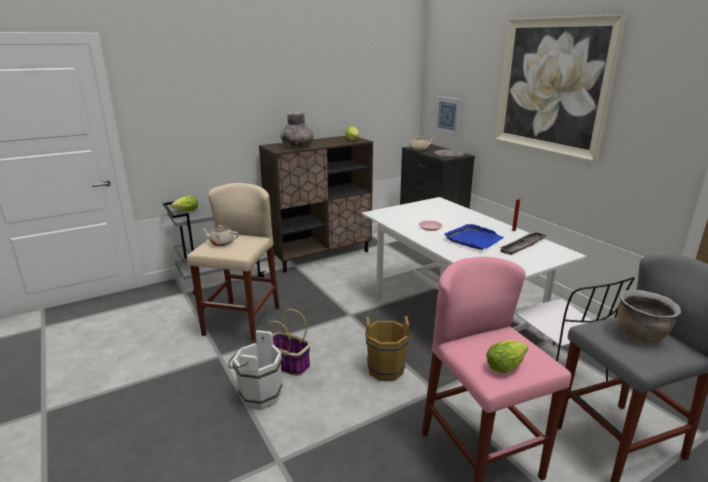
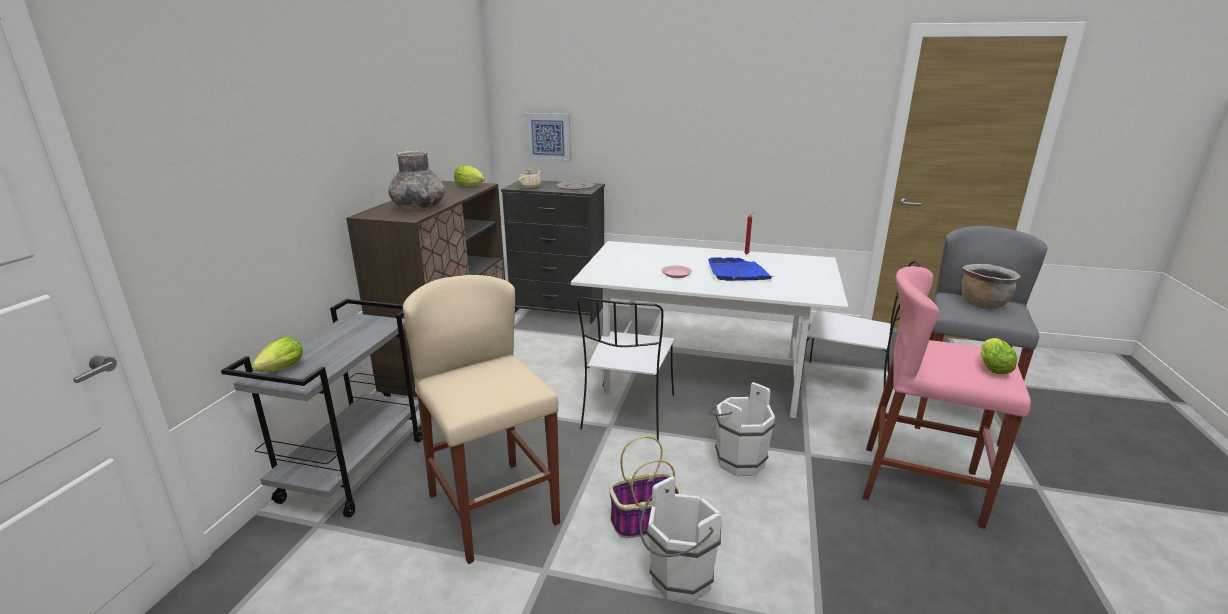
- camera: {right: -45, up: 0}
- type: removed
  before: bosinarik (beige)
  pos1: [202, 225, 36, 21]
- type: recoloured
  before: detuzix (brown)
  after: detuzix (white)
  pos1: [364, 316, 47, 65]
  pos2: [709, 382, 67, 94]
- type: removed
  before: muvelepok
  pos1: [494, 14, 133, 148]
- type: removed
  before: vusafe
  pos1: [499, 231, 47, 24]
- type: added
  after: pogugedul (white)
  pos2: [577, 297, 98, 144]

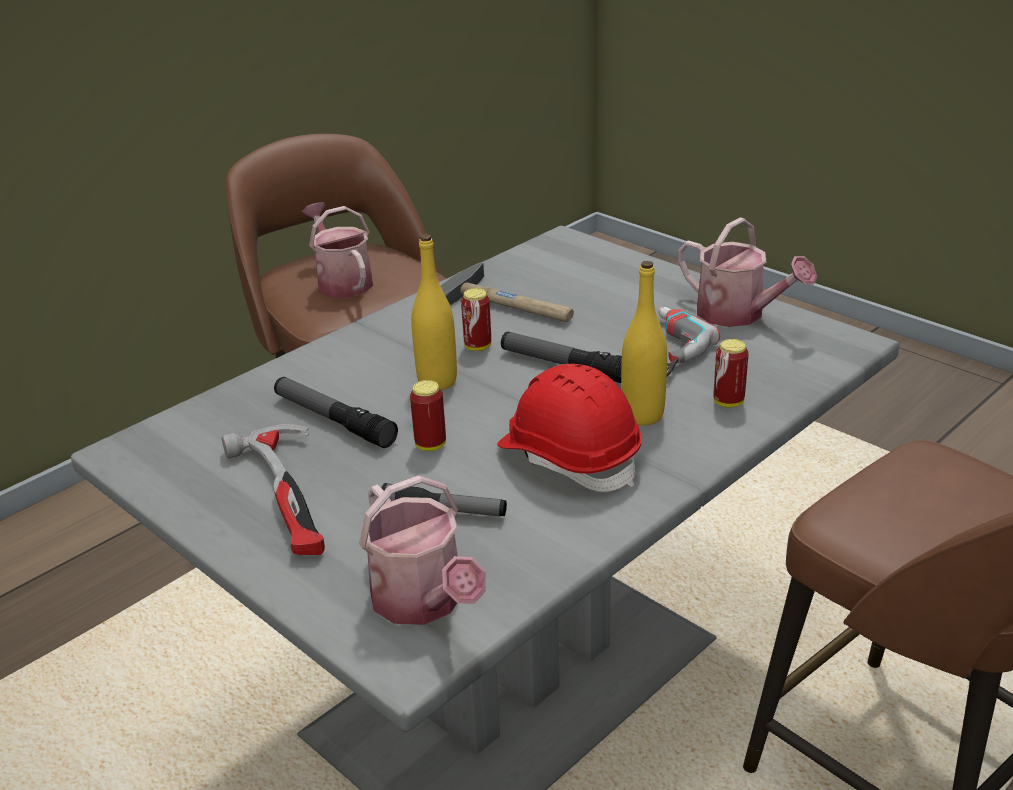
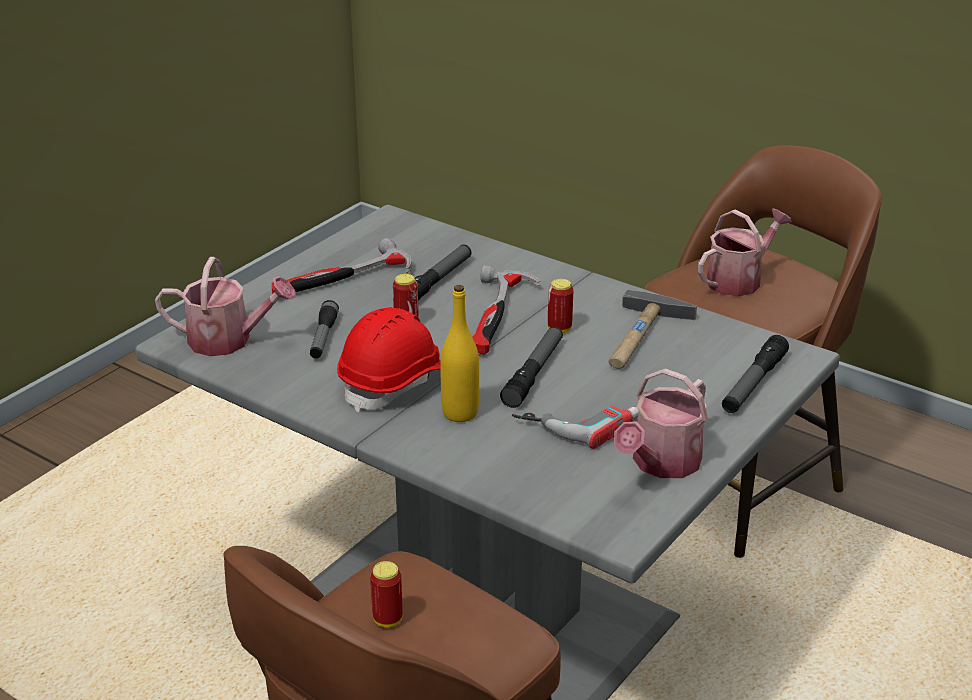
- camera: {right: 80, up: 0}
- type: turned
  before: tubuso
  pos1: [359, 475, 127, 150]
  pos2: [155, 257, 141, 99]
  turn: -135
- type: replaced
  before: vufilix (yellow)
  after: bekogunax
  pos1: [411, 234, 46, 156]
  pos2: [472, 265, 69, 90]
- type: moved
  before: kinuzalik
  pos1: [713, 339, 36, 69]
  pos2: [370, 561, 33, 66]
- type: added
  after: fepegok
  pos2: [722, 335, 67, 78]

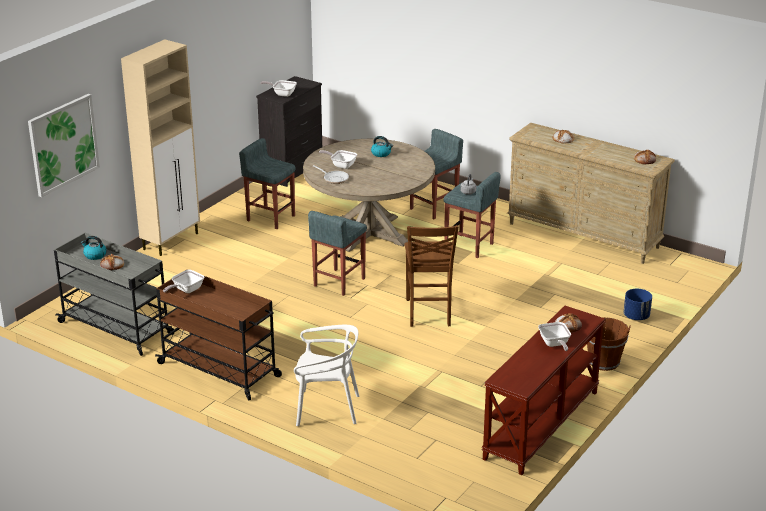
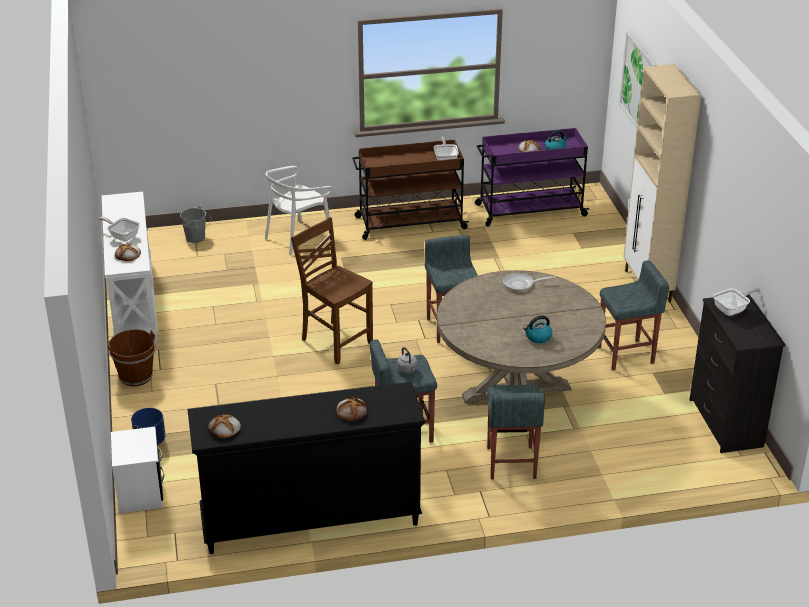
- camera: {right: 135, up: 5}
- type: recoloured
  before: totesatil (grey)
  after: totesatil (purple)
  pos1: [54, 233, 120, 123]
  pos2: [475, 128, 115, 98]
- type: removed
  before: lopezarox
  pos1: [319, 150, 38, 19]
- type: recoloured
  before: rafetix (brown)
  after: rafetix (white)
  pos1: [482, 306, 123, 169]
  pos2: [102, 192, 56, 151]
- type: recoloured
  before: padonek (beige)
  after: padonek (black)
  pos1: [507, 123, 168, 141]
  pos2: [187, 382, 238, 172]
- type: added
  after: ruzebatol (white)
  pos2: [111, 427, 53, 86]
- type: added
  after: detuzix (grey)
  pos2: [180, 205, 31, 38]

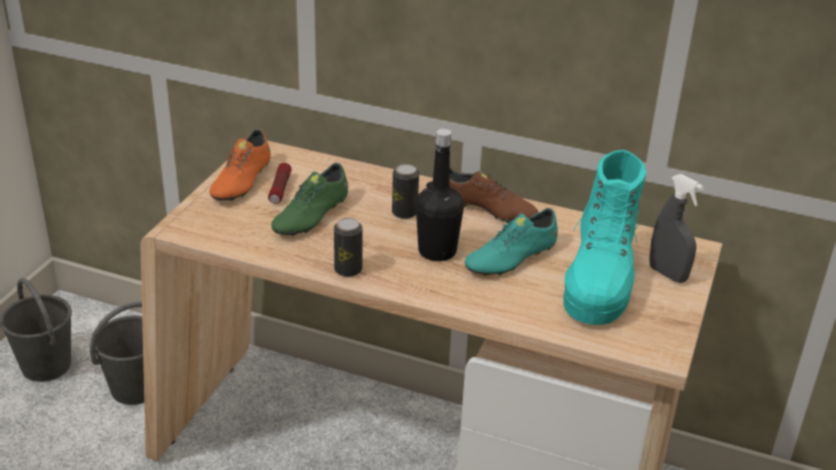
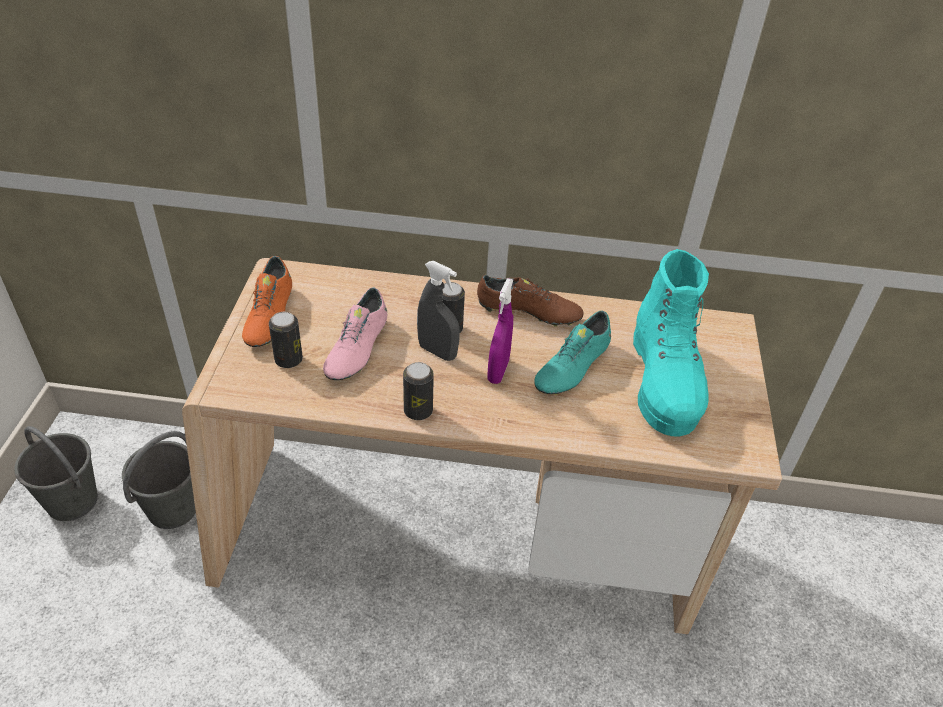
- camera: {right: -15, up: 10}
- type: removed
  before: fepegok
  pos1: [268, 163, 24, 41]
- type: recoloured
  before: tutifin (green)
  after: tutifin (pink)
  pos1: [271, 163, 77, 73]
  pos2: [323, 287, 64, 93]
- type: replaced
  before: vufilix (black)
  after: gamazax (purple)
  pos1: [416, 129, 48, 132]
  pos2: [487, 278, 26, 106]
- type: moved
  before: gamazax (grey)
  pos1: [649, 174, 55, 109]
  pos2: [417, 261, 43, 100]
- type: added
  after: kinuzalik
  pos2: [269, 312, 34, 56]

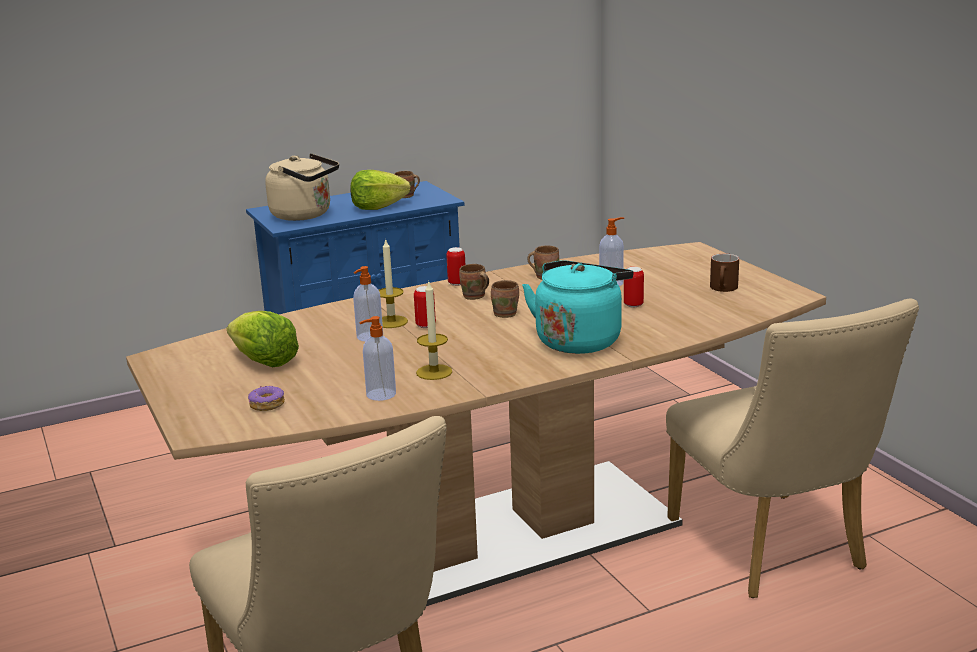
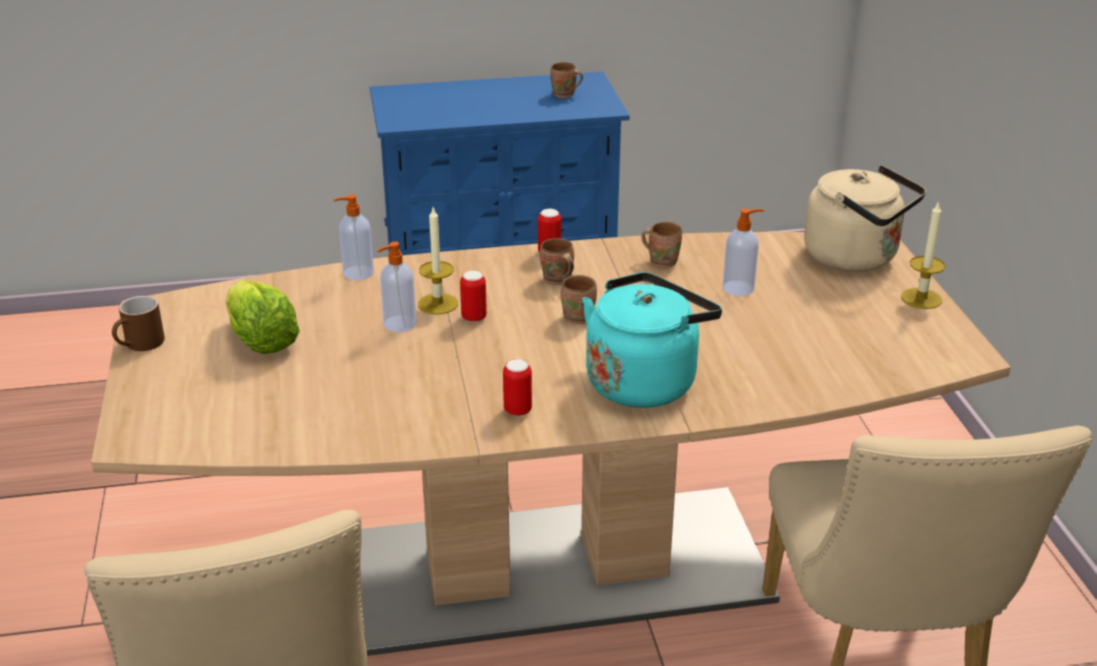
- camera: {right: 15, up: 10}
- type: removed
  before: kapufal
  pos1: [248, 386, 37, 25]
- type: moved
  before: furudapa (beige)
  pos1: [265, 153, 74, 68]
  pos2: [804, 165, 122, 107]
- type: removed
  before: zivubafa
  pos1: [350, 170, 61, 40]
- type: moved
  before: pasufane
  pos1: [359, 316, 37, 85]
  pos2: [333, 194, 41, 86]
- type: moved
  before: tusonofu
  pos1: [416, 282, 36, 98]
  pos2: [901, 201, 44, 108]
- type: moved
  before: kinuzalik
  pos1: [624, 267, 20, 40]
  pos2: [503, 359, 29, 57]
- type: moved
  before: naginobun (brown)
  pos1: [710, 254, 29, 38]
  pos2: [112, 296, 53, 55]

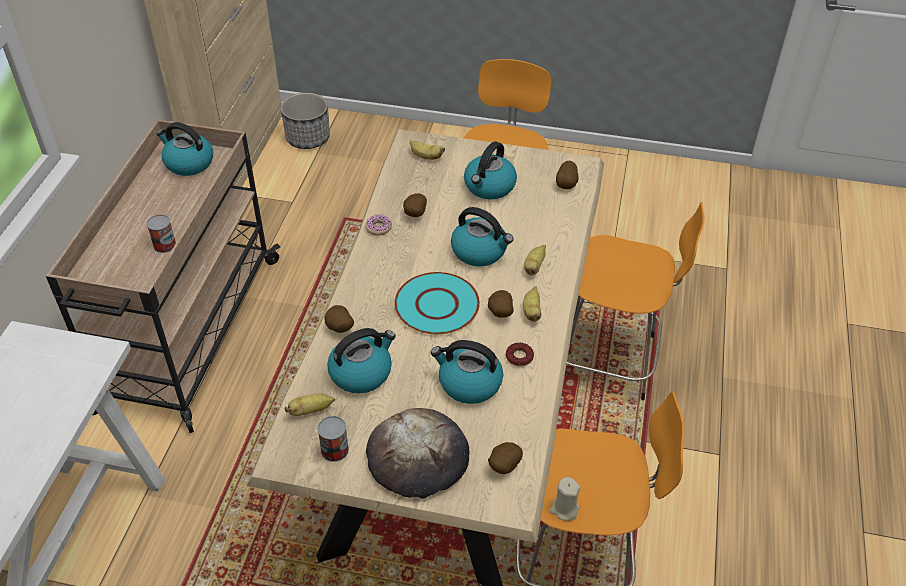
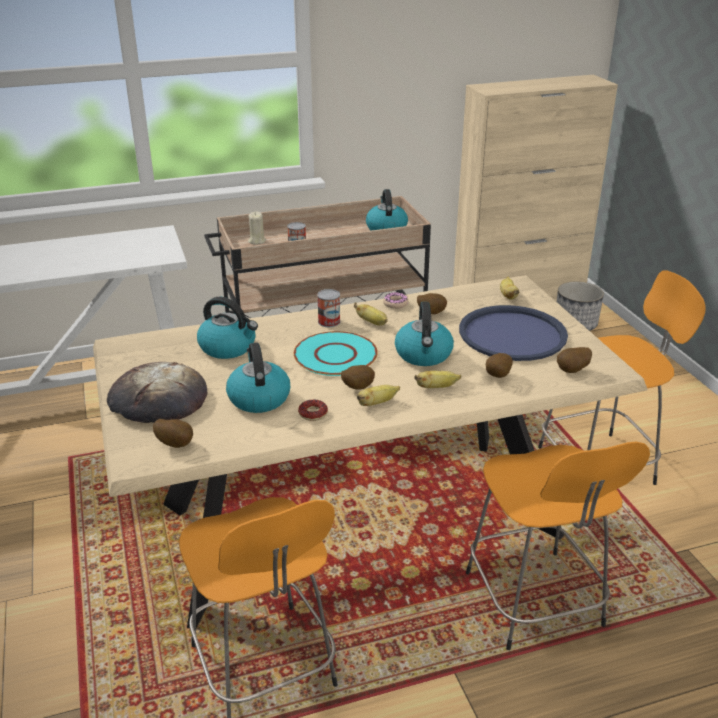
- camera: {right: 60, up: -15}
- type: moved
  before: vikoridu
  pos1: [285, 393, 50, 23]
  pos2: [354, 302, 34, 24]
- type: moved
  before: kinuzalik
  pos1: [317, 416, 32, 46]
  pos2: [317, 289, 23, 38]
- type: moved
  before: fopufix
  pos1: [324, 305, 30, 28]
  pos2: [486, 353, 27, 25]
- type: replaced
  before: furudapa
  after: vusafe (blue)
  pos1: [464, 141, 53, 59]
  pos2: [459, 305, 109, 56]
- type: moved
  before: tusonofu (beige)
  pos1: [550, 477, 31, 44]
  pos2: [248, 212, 18, 32]

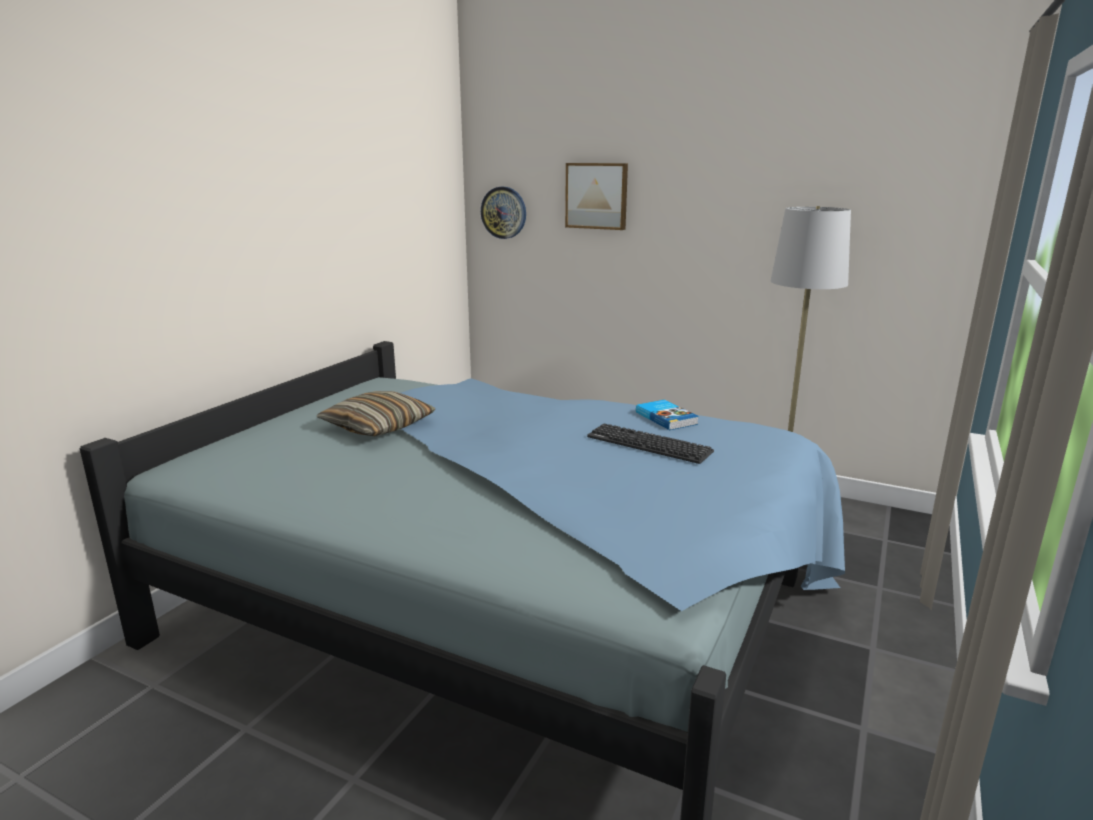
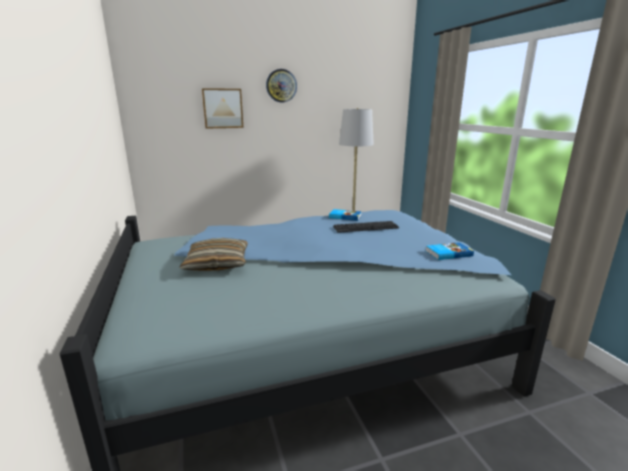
- camera: {right: -45, up: 0}
- type: moved
  before: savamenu
  pos1: [481, 187, 45, 52]
  pos2: [266, 69, 31, 33]
- type: added
  after: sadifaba
  pos2: [426, 242, 48, 18]

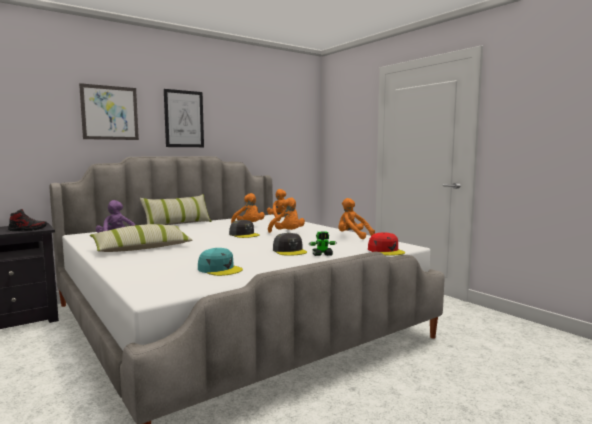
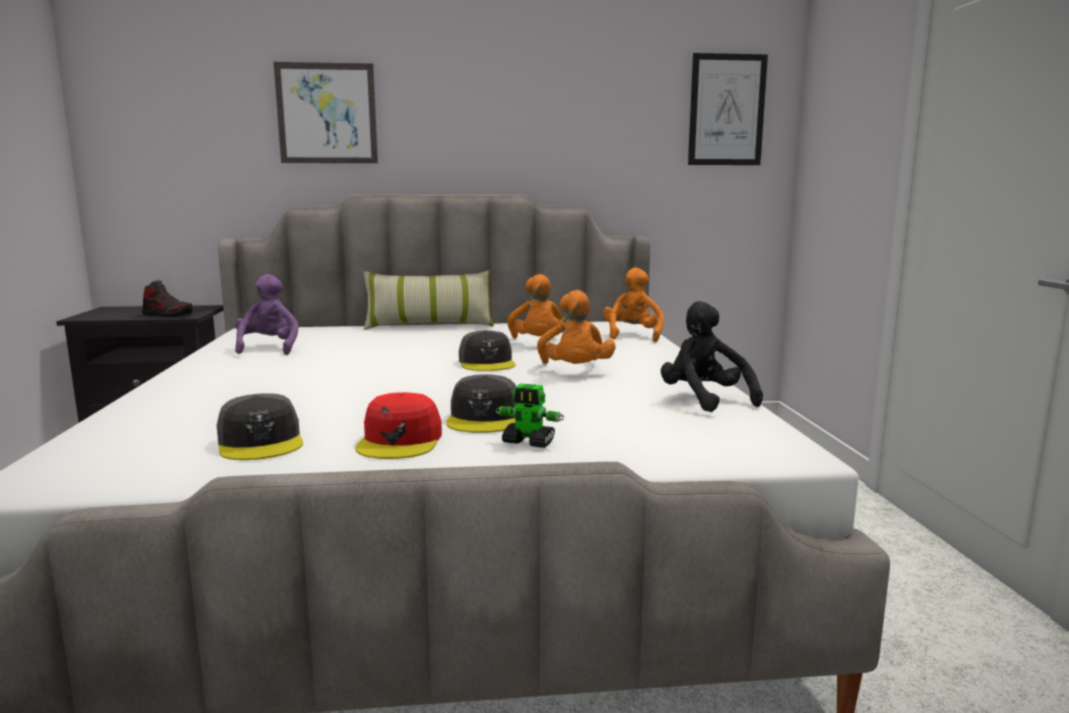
- camera: {right: 30, up: 5}
- type: removed
  before: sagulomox
  pos1: [90, 224, 103, 28]
- type: moved
  before: muvelepok
  pos1: [164, 89, 40, 58]
  pos2: [688, 53, 80, 112]
- type: recoloured
  before: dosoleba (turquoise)
  after: dosoleba (grey)
  pos1: [198, 248, 45, 28]
  pos2: [217, 393, 86, 67]
- type: recoloured
  before: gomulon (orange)
  after: gomulon (black)
  pos1: [339, 198, 36, 41]
  pos2: [661, 301, 102, 111]
- type: moved
  before: dosoleba (red)
  pos1: [368, 232, 37, 24]
  pos2: [355, 392, 87, 67]

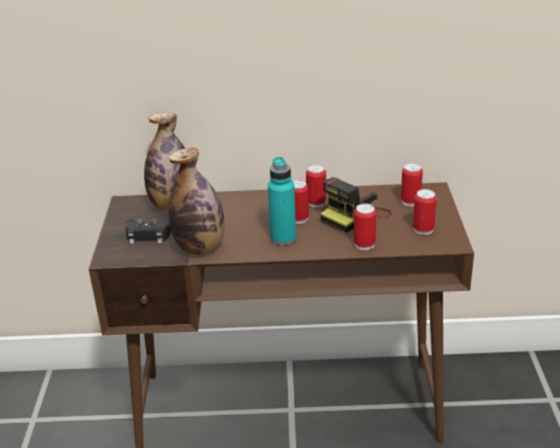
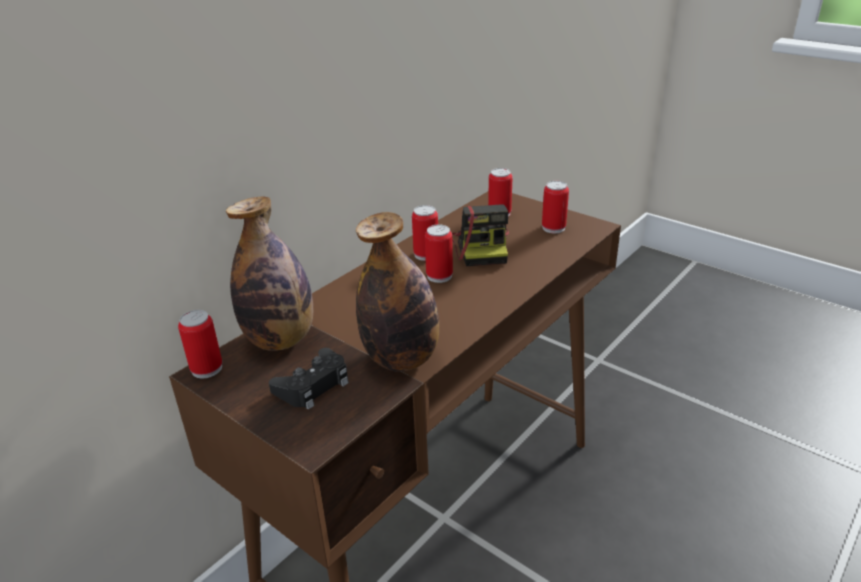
- camera: {right: -50, up: 0}
- type: removed
  before: vufilix (turquoise)
  pos1: [268, 157, 28, 88]
- type: moved
  before: kinuzalik
  pos1: [354, 203, 22, 47]
  pos2: [178, 310, 44, 68]

